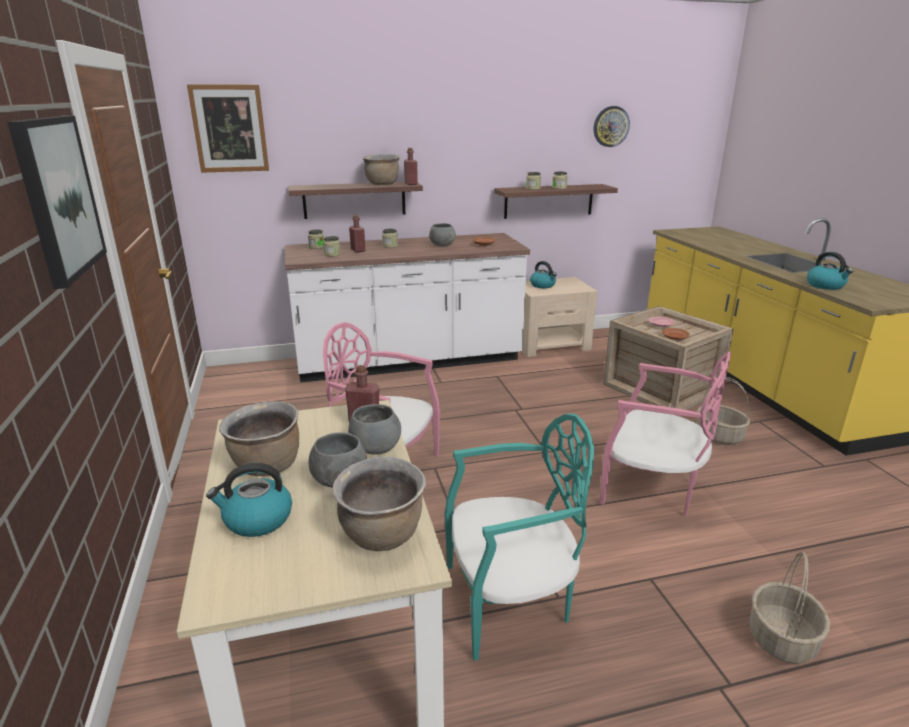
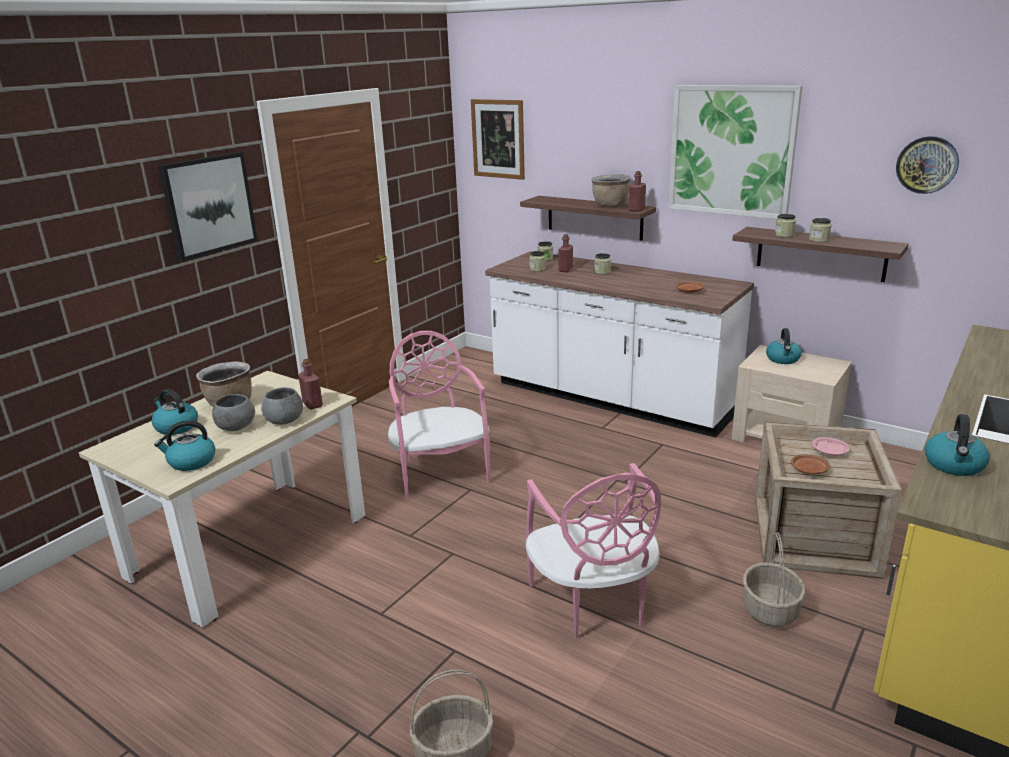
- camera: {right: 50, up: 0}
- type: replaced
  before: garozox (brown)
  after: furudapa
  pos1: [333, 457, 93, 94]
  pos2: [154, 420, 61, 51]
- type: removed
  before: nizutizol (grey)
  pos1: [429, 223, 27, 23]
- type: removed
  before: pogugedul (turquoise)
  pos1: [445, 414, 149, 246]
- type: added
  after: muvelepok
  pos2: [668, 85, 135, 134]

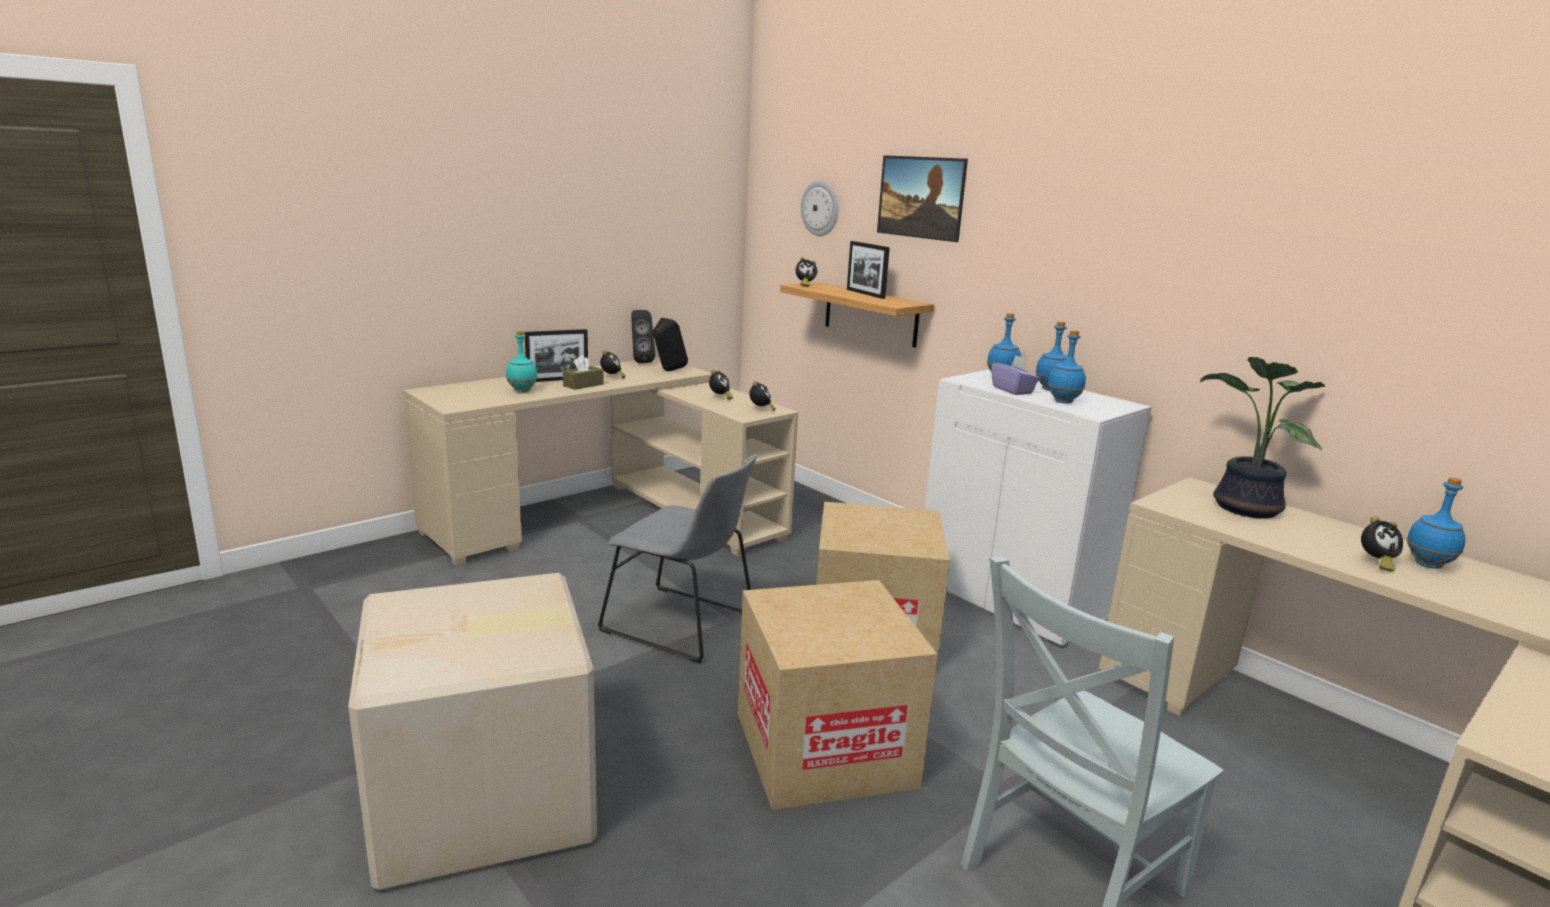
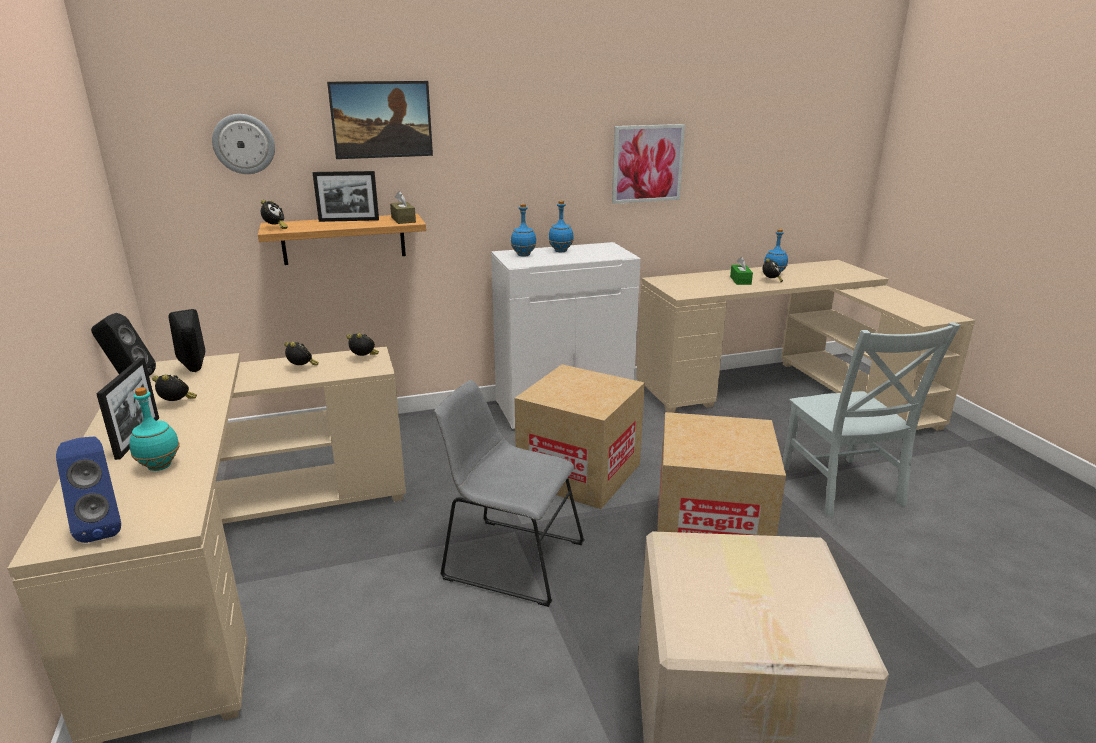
- camera: {right: -65, up: 5}
- type: moved
  before: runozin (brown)
  pos1: [563, 355, 41, 35]
  pos2: [390, 191, 26, 33]
- type: turned
  before: pogugedul (grey)
  pos1: [598, 454, 159, 210]
  pos2: [435, 380, 150, 227]
  turn: -120
- type: removed
  before: runozin (purple)
  pos1: [991, 355, 49, 40]
- type: removed
  before: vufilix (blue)
  pos1: [1047, 330, 39, 73]
- type: removed
  before: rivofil
  pos1: [1200, 357, 125, 162]
- type: added
  after: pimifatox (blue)
  pos2: [56, 437, 65, 106]
- type: added
  after: muvelepok
  pos2: [612, 124, 73, 80]
- type: added
  after: runozin (green)
  pos2: [730, 257, 23, 28]

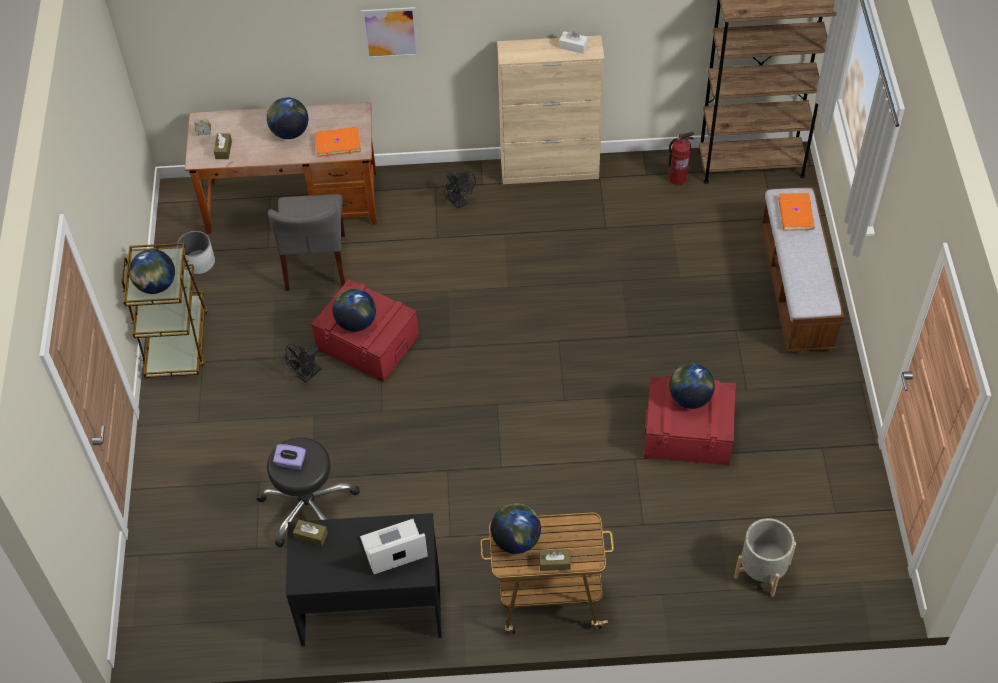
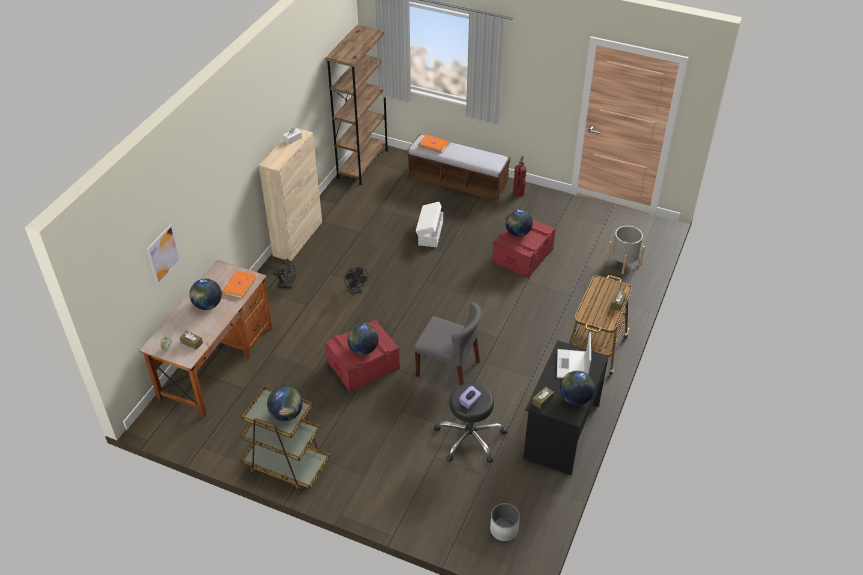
- camera: {right: -65, up: -10}
- type: moved
  before: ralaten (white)
  pos1: [177, 231, 38, 43]
  pos2: [490, 503, 30, 38]
- type: moved
  before: pogugedul (grey)
  pos1: [268, 194, 77, 97]
  pos2: [414, 303, 68, 82]
- type: moved
  before: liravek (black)
  pos1: [285, 344, 36, 39]
  pos2: [344, 267, 24, 27]
- type: moved
  before: muvelepok
  pos1: [361, 7, 58, 52]
  pos2: [147, 224, 34, 62]
- type: moved
  before: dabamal
  pos1: [491, 503, 50, 51]
  pos2: [560, 371, 35, 34]
- type: moved
  before: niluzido
  pos1: [668, 132, 26, 53]
  pos2: [513, 156, 14, 41]
- type: added
  after: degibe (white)
  pos2: [416, 202, 27, 45]

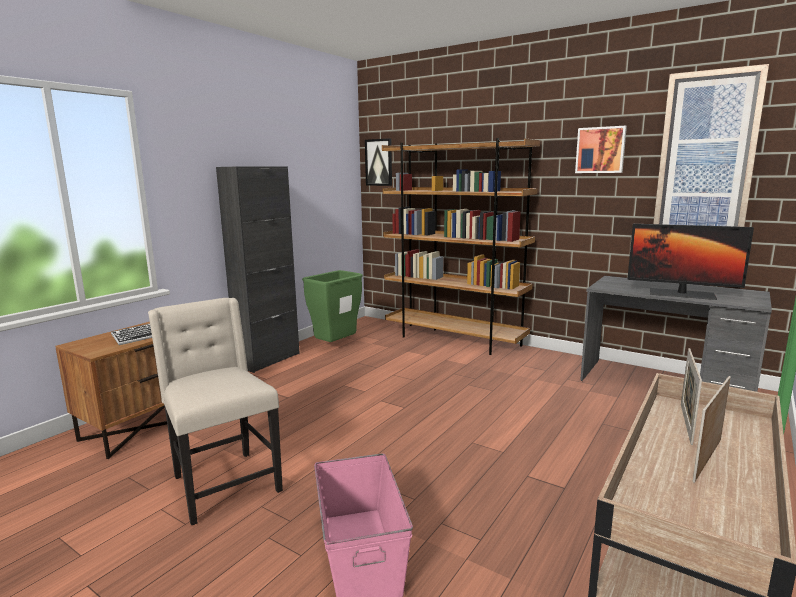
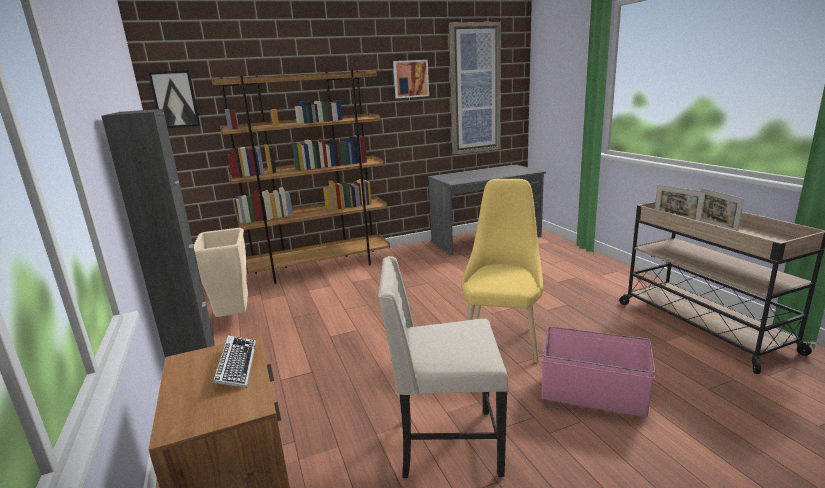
- camera: {right: -55, up: 5}
- type: recoloured
  before: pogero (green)
  after: pogero (beige)
  pos1: [302, 270, 61, 72]
  pos2: [193, 228, 55, 89]
- type: removed
  before: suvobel
  pos1: [627, 224, 127, 76]
- type: added
  after: pogugedul (yellow)
  pos2: [461, 179, 82, 183]

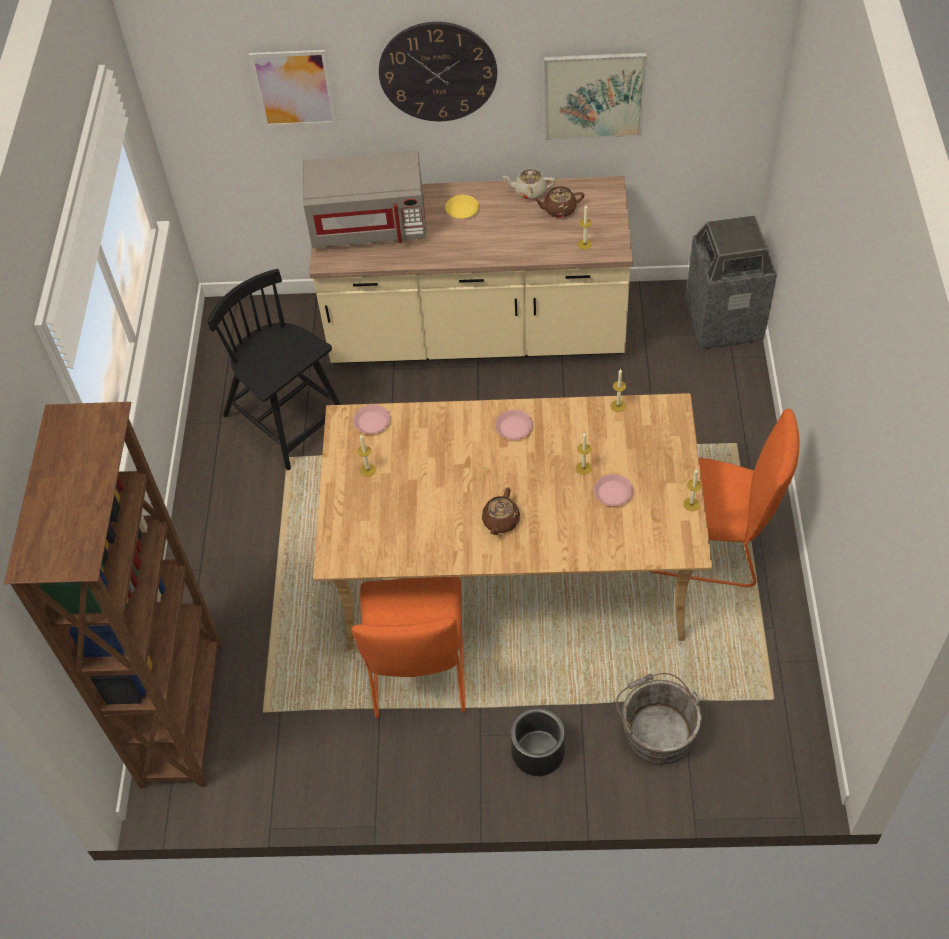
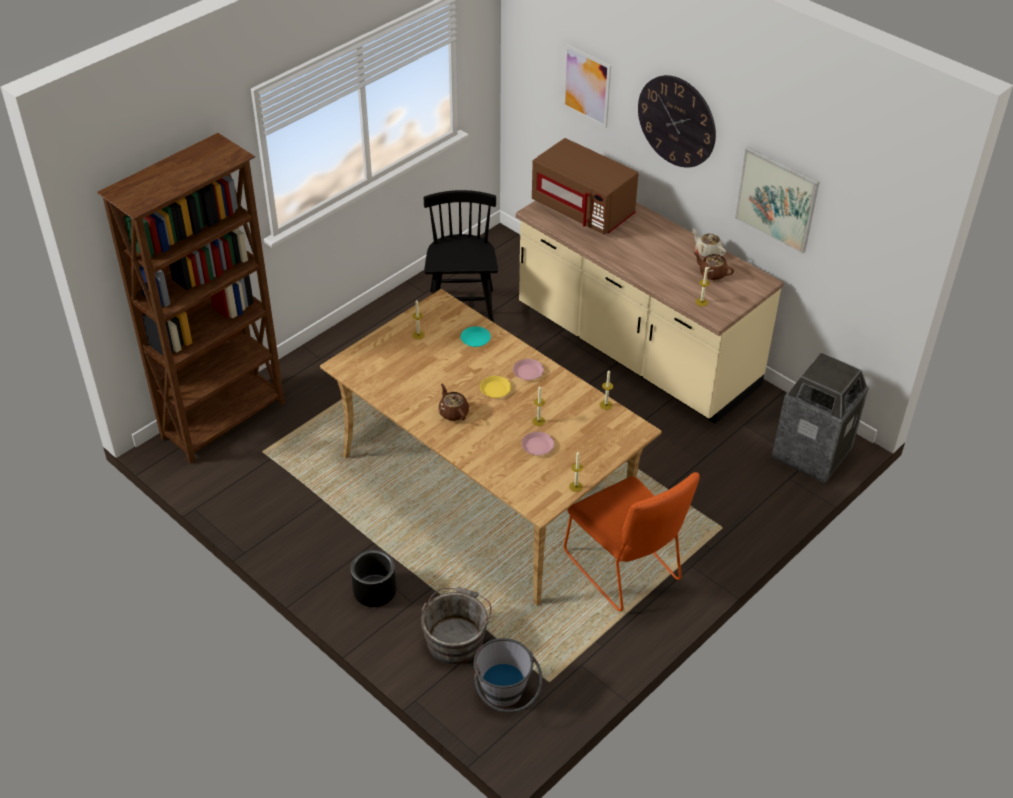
- camera: {right: 40, up: -10}
- type: recoloured
  before: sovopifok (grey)
  after: sovopifok (brown)
  pos1: [303, 151, 123, 97]
  pos2: [532, 138, 107, 97]
- type: removed
  before: pogugedul (orange)
  pos1: [351, 577, 114, 141]
- type: removed
  before: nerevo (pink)
  pos1: [353, 404, 38, 30]
- type: moved
  before: nerevo (yellow)
  pos1: [445, 195, 34, 24]
  pos2: [480, 376, 31, 22]
- type: turned
  before: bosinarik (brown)
  pos1: [482, 488, 38, 47]
  pos2: [438, 383, 31, 38]
  turn: 90
- type: added
  after: nerevo (turquoise)
  pos2: [460, 326, 31, 21]
- type: added
  after: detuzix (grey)
  pos2: [474, 638, 68, 75]

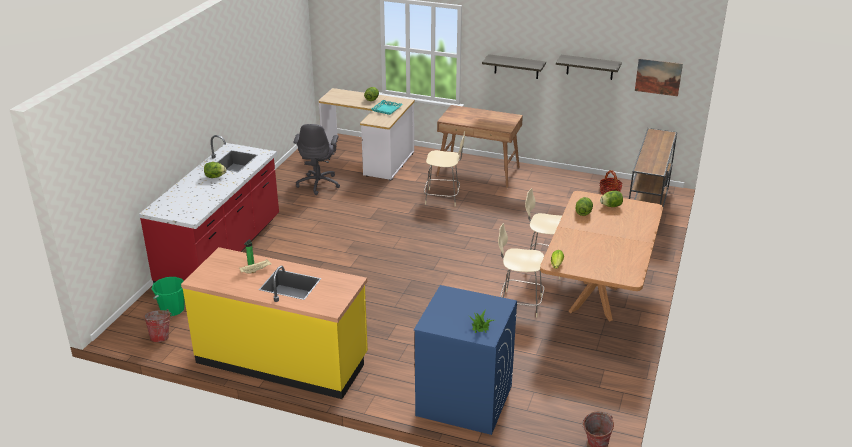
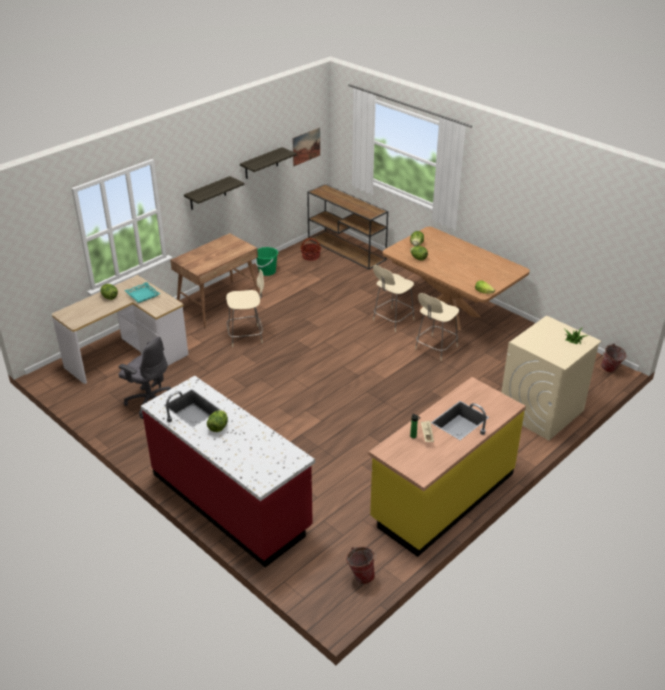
- camera: {right: -65, up: 5}
- type: moved
  before: detuzix (green)
  pos1: [152, 277, 33, 39]
  pos2: [255, 247, 23, 29]
- type: recoloured
  before: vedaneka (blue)
  after: vedaneka (beige)
  pos1: [414, 285, 103, 150]
  pos2: [501, 316, 101, 124]
- type: turned
  before: pogugedul (beige)
  pos1: [424, 131, 41, 75]
  pos2: [226, 269, 38, 78]
  turn: 45

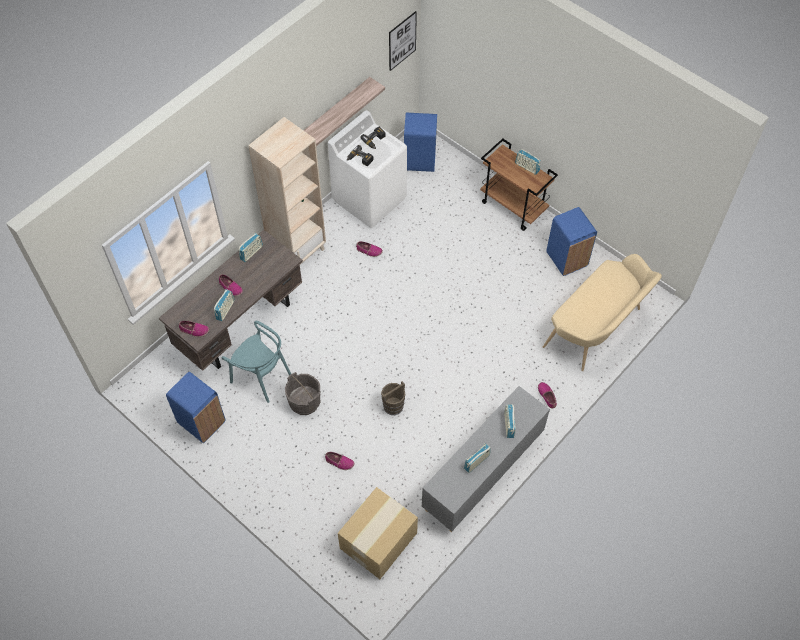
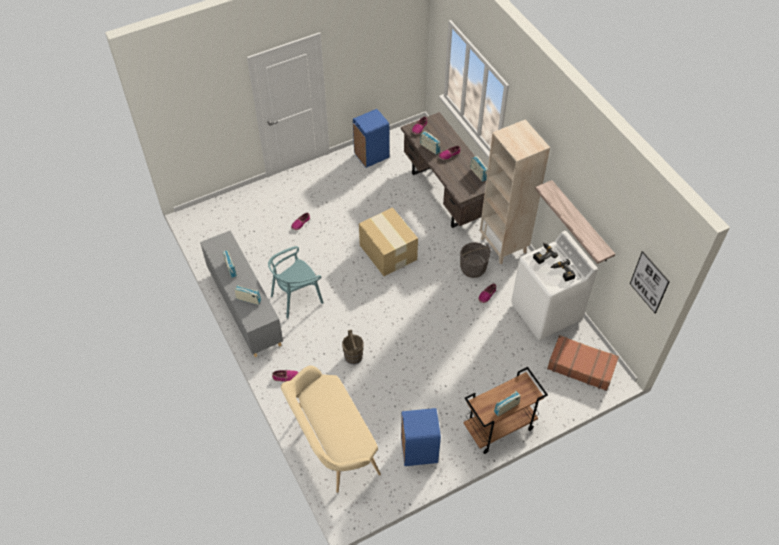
- camera: {right: 110, up: -5}
- type: moved
  before: pogugedul (turquoise)
  pos1: [221, 321, 70, 82]
  pos2: [268, 246, 56, 72]
- type: moved
  before: detuzix (grey)
  pos1: [285, 372, 35, 43]
  pos2: [460, 242, 31, 36]
- type: moved
  before: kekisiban
  pos1: [338, 487, 80, 92]
  pos2: [359, 207, 59, 69]
- type: moved
  before: detuzix (brown)
  pos1: [381, 381, 24, 34]
  pos2: [342, 330, 21, 35]
- type: replaced
  before: pogero (blue)
  after: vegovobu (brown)
  pos1: [404, 112, 33, 60]
  pos2: [547, 335, 72, 56]

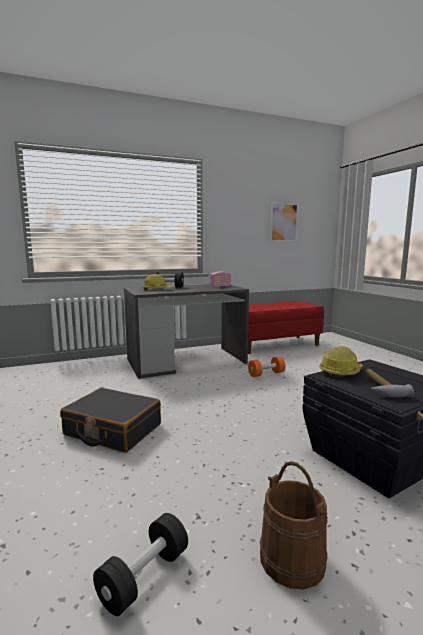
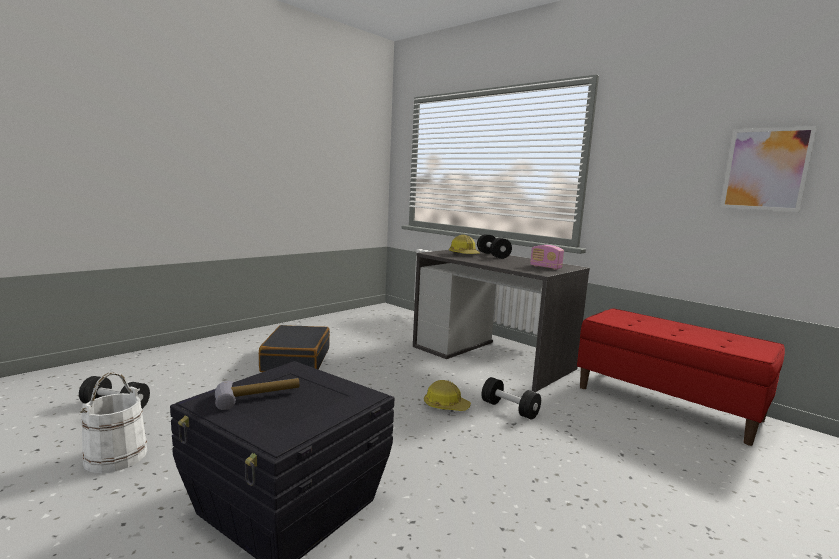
- camera: {right: 65, up: 0}
- type: recoloured
  before: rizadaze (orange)
  after: rizadaze (black)
  pos1: [248, 356, 38, 21]
  pos2: [481, 377, 60, 43]
- type: recoloured
  before: detuzix (brown)
  after: detuzix (white)
  pos1: [260, 461, 68, 128]
  pos2: [79, 372, 68, 101]
- type: moved
  before: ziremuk
  pos1: [319, 346, 44, 32]
  pos2: [424, 380, 47, 31]

